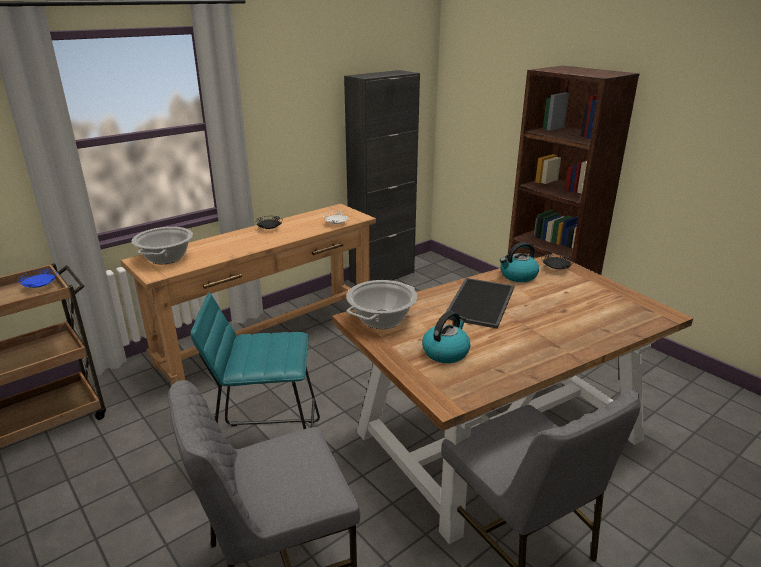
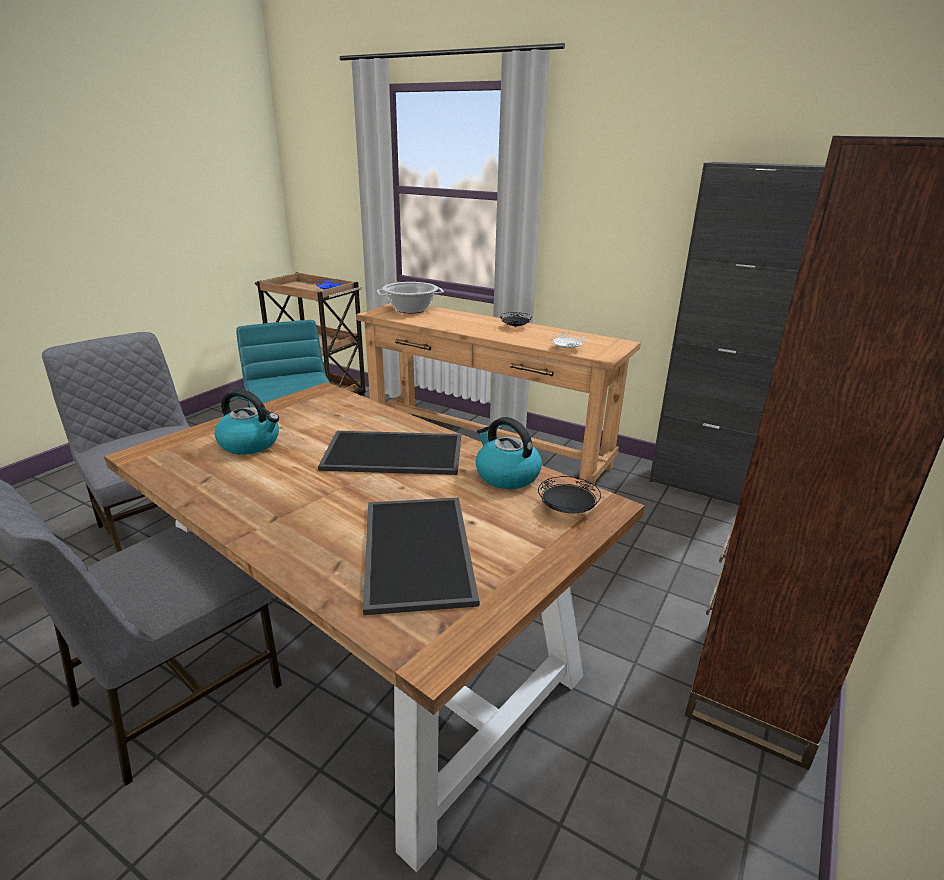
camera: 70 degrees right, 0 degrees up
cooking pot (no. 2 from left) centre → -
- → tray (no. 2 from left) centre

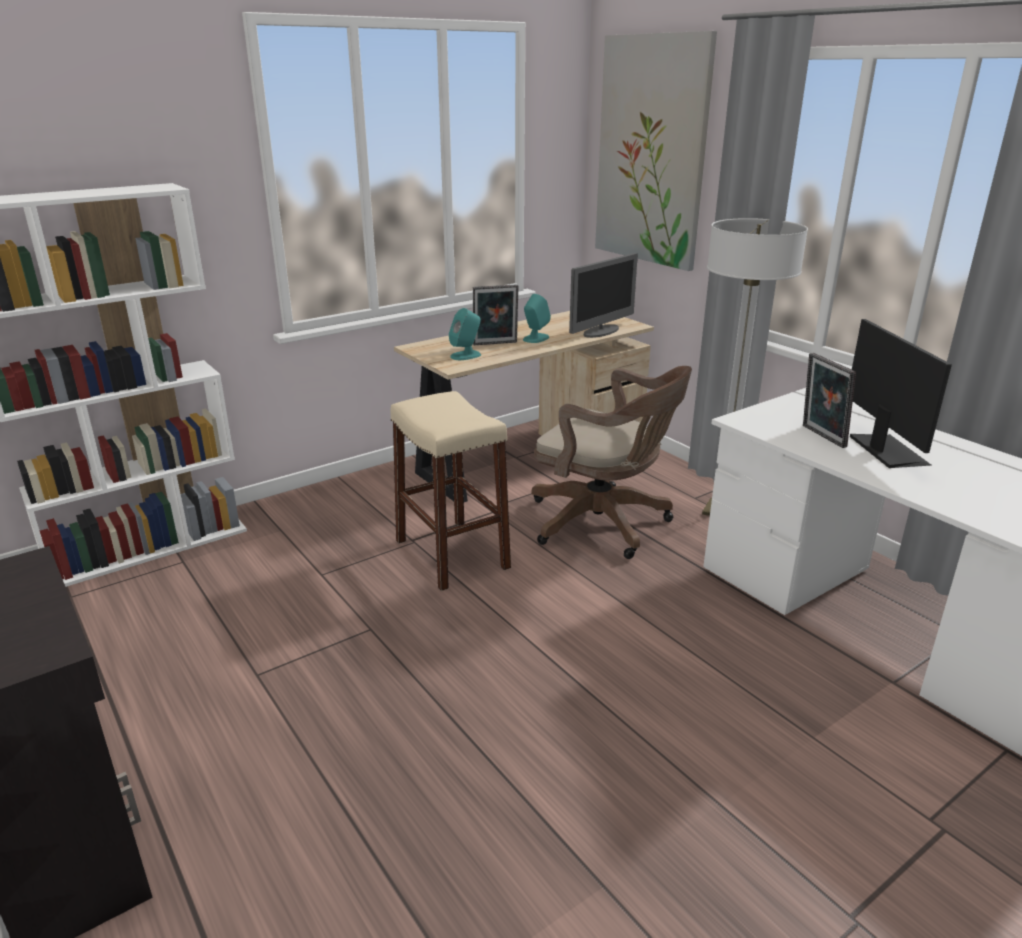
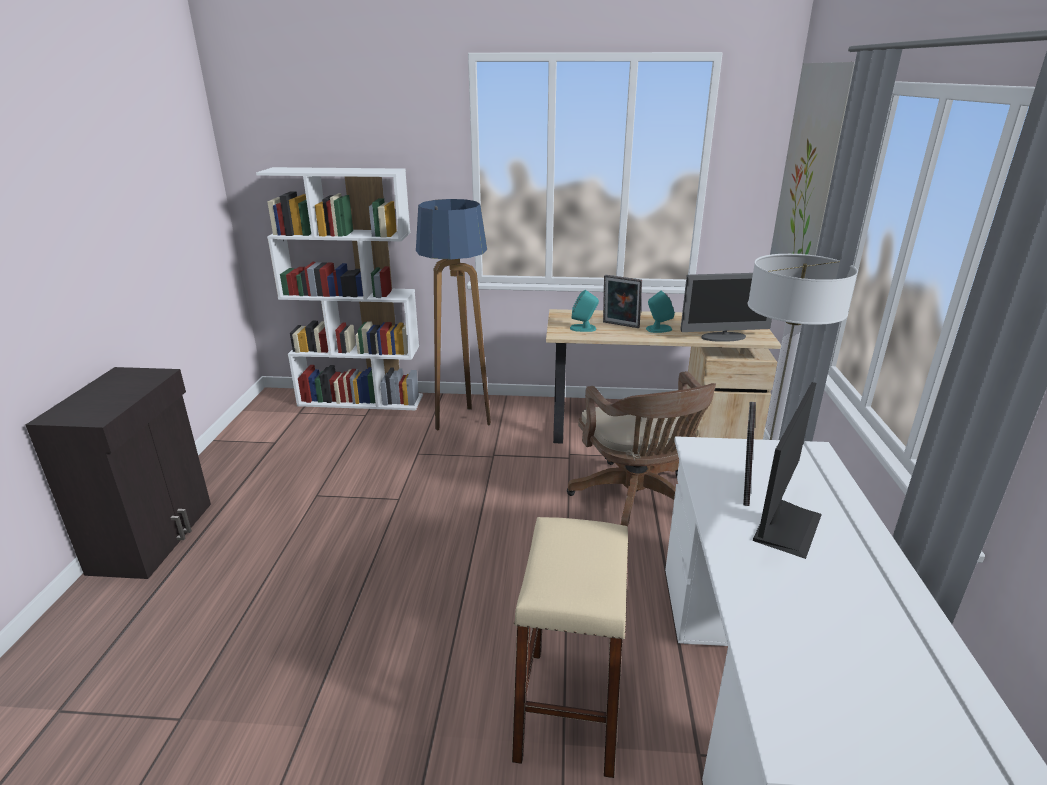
camera: 40 degrees right, 0 degrees up
beige stool centre → beige stool bottom centre, shifted
- → floor lamp (no. 1 from left) centre

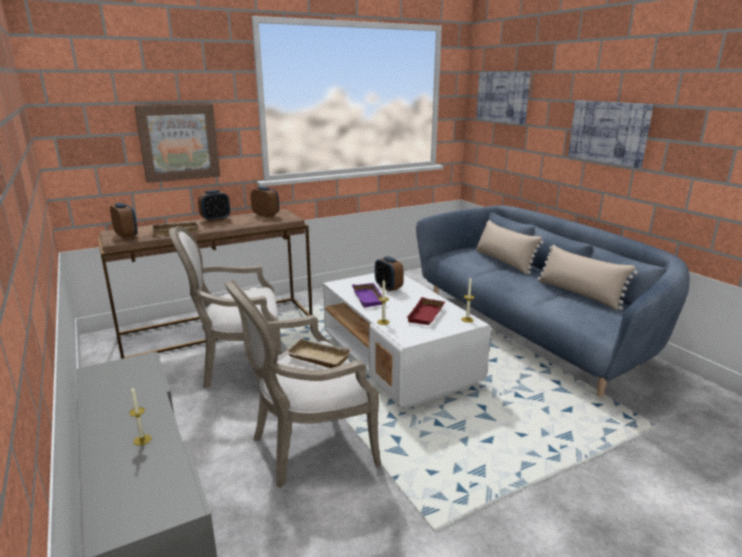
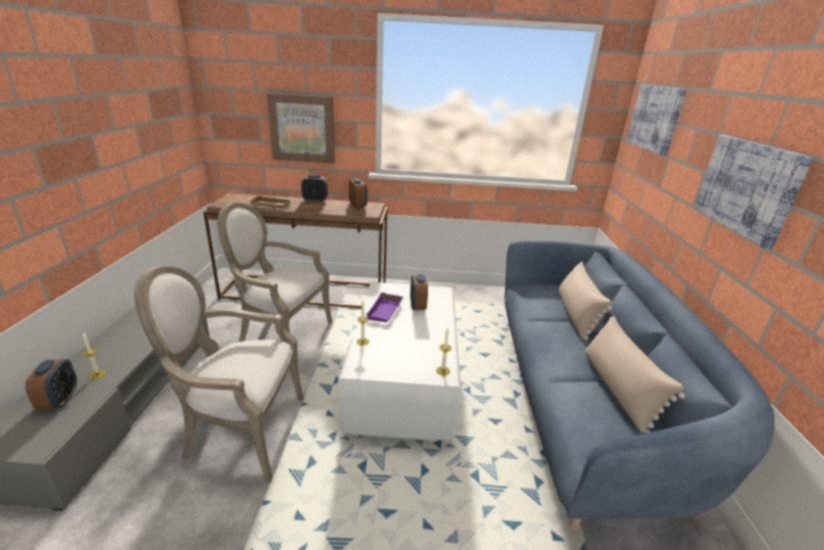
camera: 30 degrees right, 5 degrees up
alarm clock (no. 1 from left) middle left → alarm clock (no. 1 from left) bottom left, shifted
red tray centre → -
beige tray (no. 2 from left) centre → -

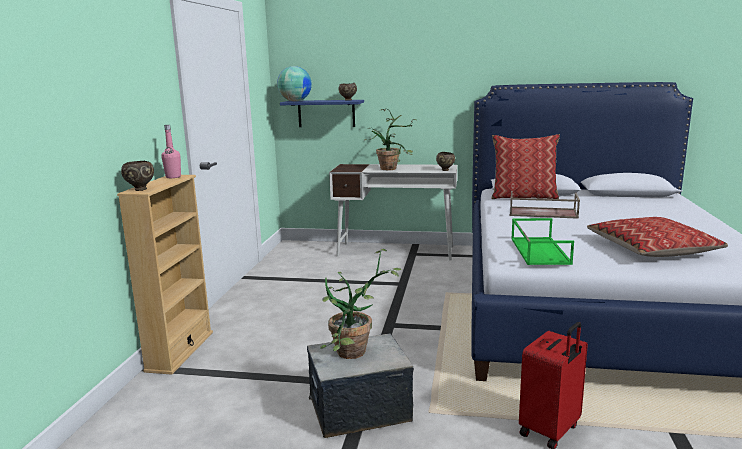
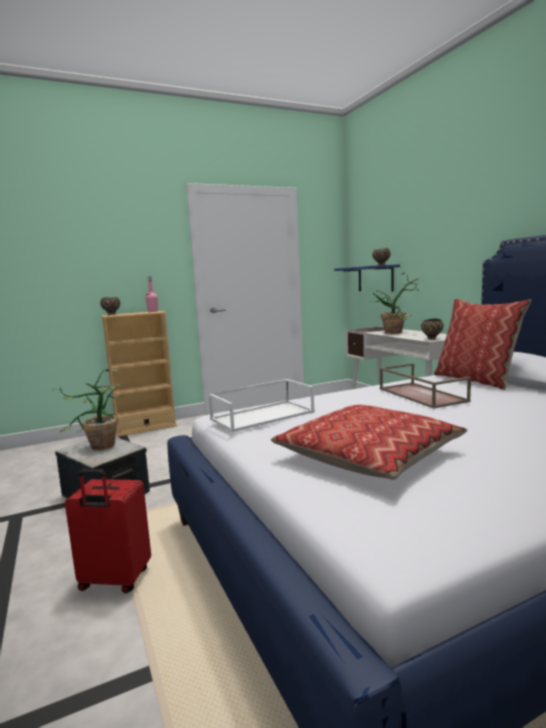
camera: 55 degrees right, 5 degrees down
globe top centre → -
green tray middle right → white tray centre

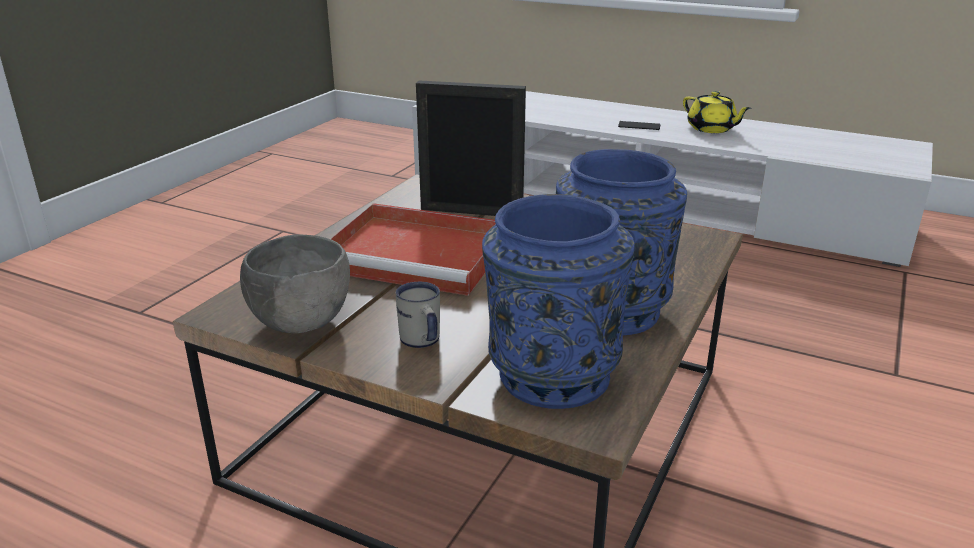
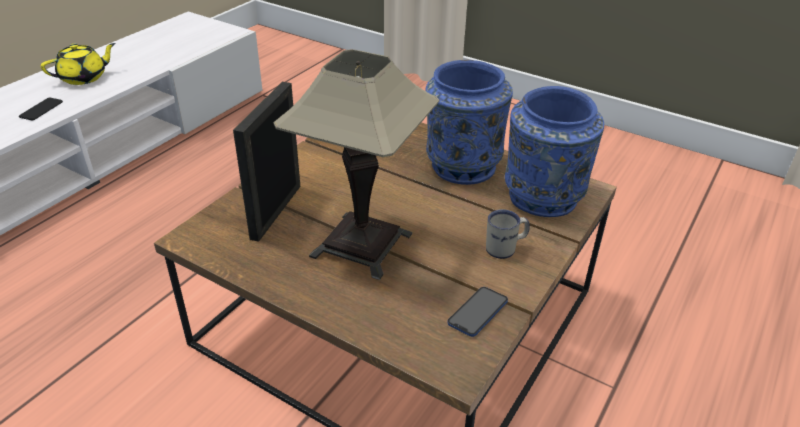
camera: 85 degrees left, 10 degrees up
red tray centre → table lamp centre
grey bowl middle left → phone (no. 2 from left) bottom centre

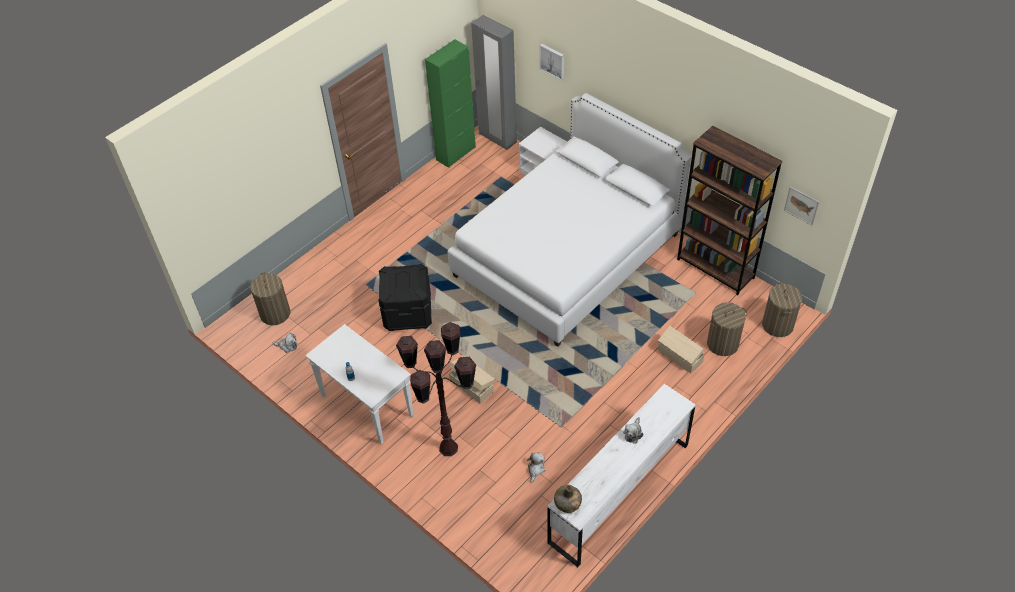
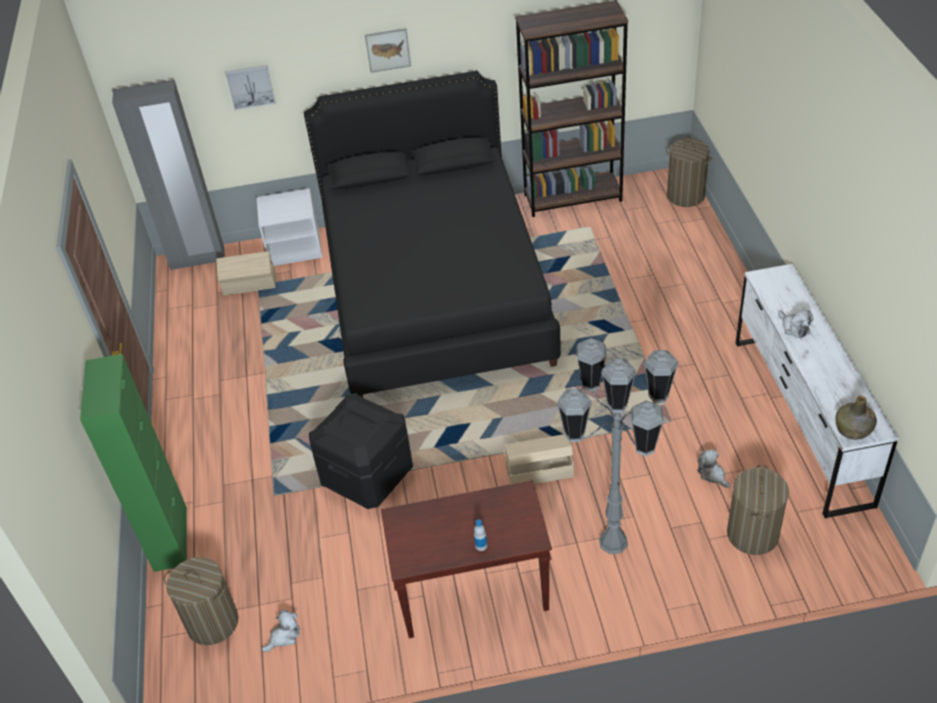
camera: 50 degrees left, 5 degrees down
green cabinet top centre → green cabinet middle left, shifted
white bed centre → black bed top centre
picture (no. 2 from left) middle right → picture (no. 2 from left) top centre, shifted
laundry basket (no. 2 from left in the first image) middle right → laundry basket (no. 3 from left) bottom right, shifted
brown floor lamp centre → grey floor lamp centre
white console table centre → brown console table bottom centre
beige storage box (no. 2 from left in the first image) middle right → beige storage box (no. 1 from left) middle left, shifted

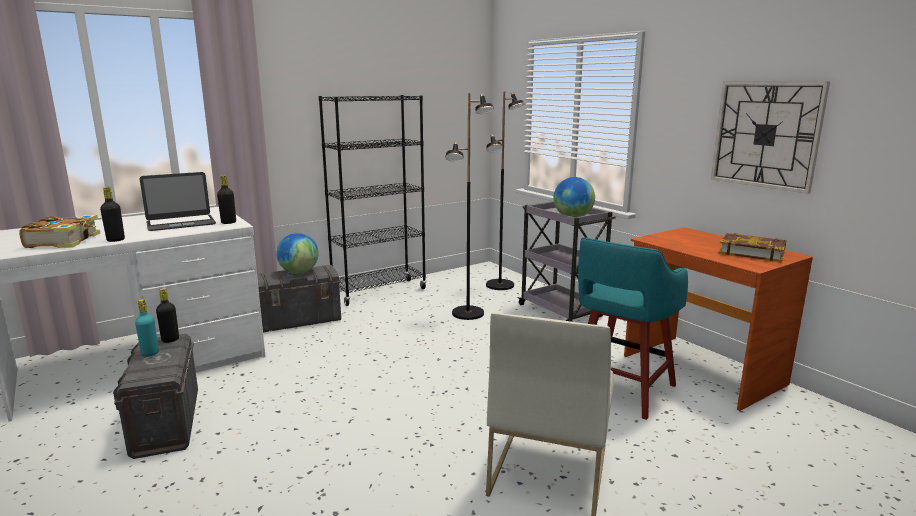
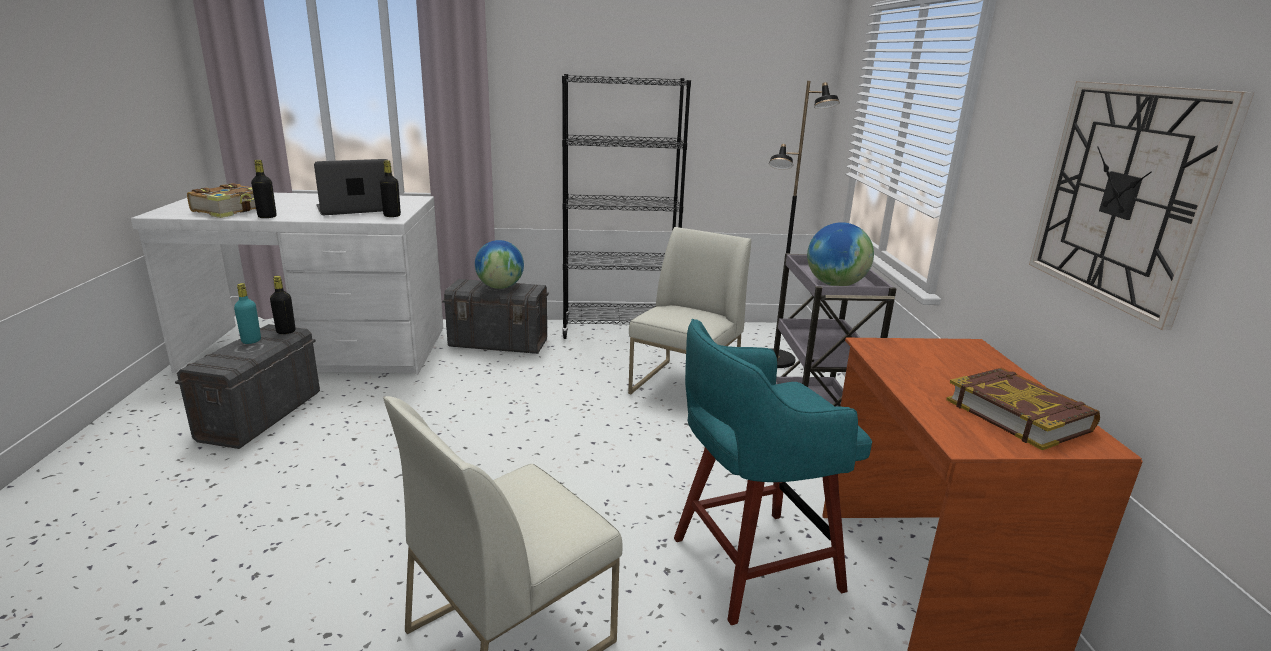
camera: 30 degrees right, 5 degrees up
black floor lamp (no. 1 from left) centre → white chair (no. 2 from left) centre
laptop middle left → laptop top left, 150 degrees clockwise

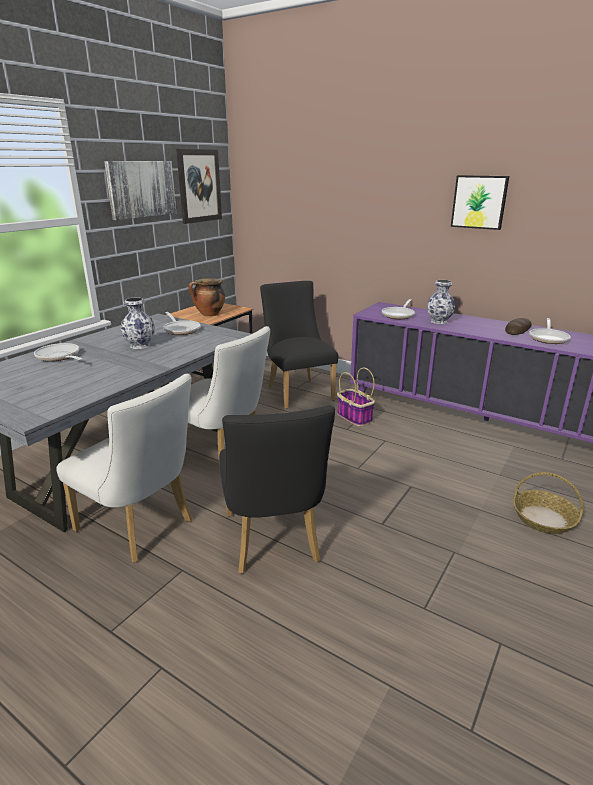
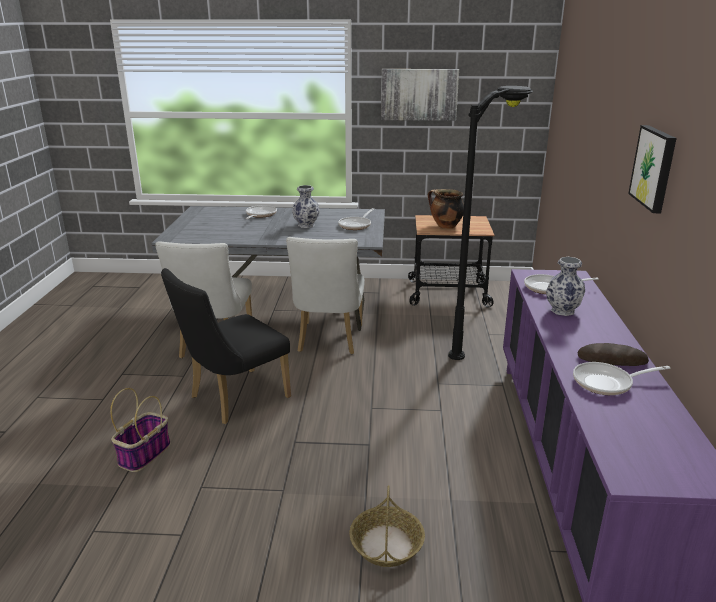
camera: 60 degrees right, 0 degrees up
picture (no. 2 from left) top centre → -
black chair (no. 2 from left) centre → black floor lamp middle right
basket (no. 1 from left) centre → basket (no. 1 from left) bottom left, shifted

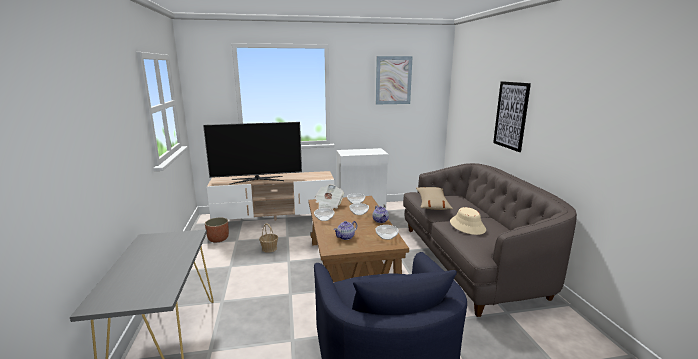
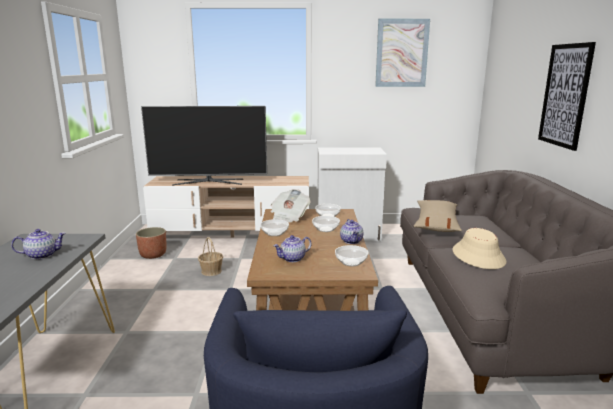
camera: 10 degrees right, 0 degrees up
- → teapot (no. 1 from left) middle left

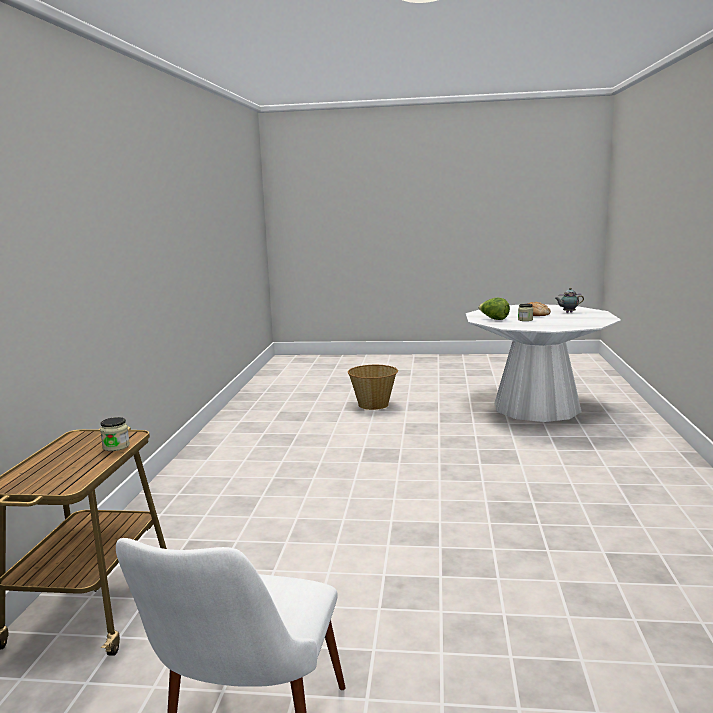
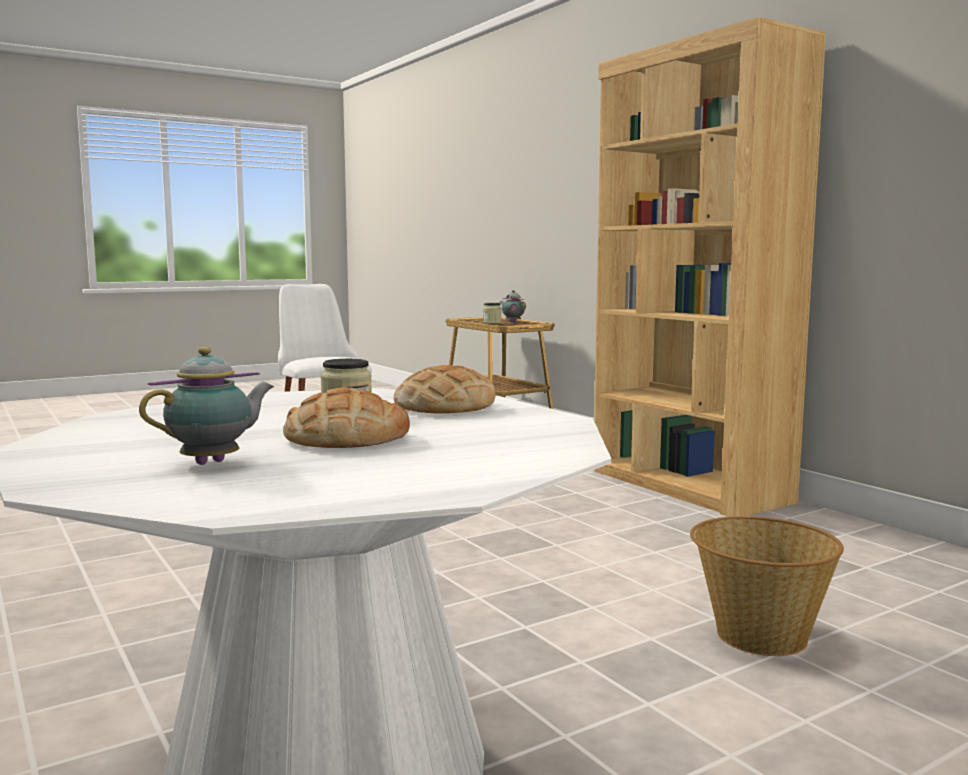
camera: 140 degrees right, 5 degrees down
lettuce middle right → bread (no. 2 from left) centre
- → brown bookcase middle right
- → teapot (no. 2 from left) centre

